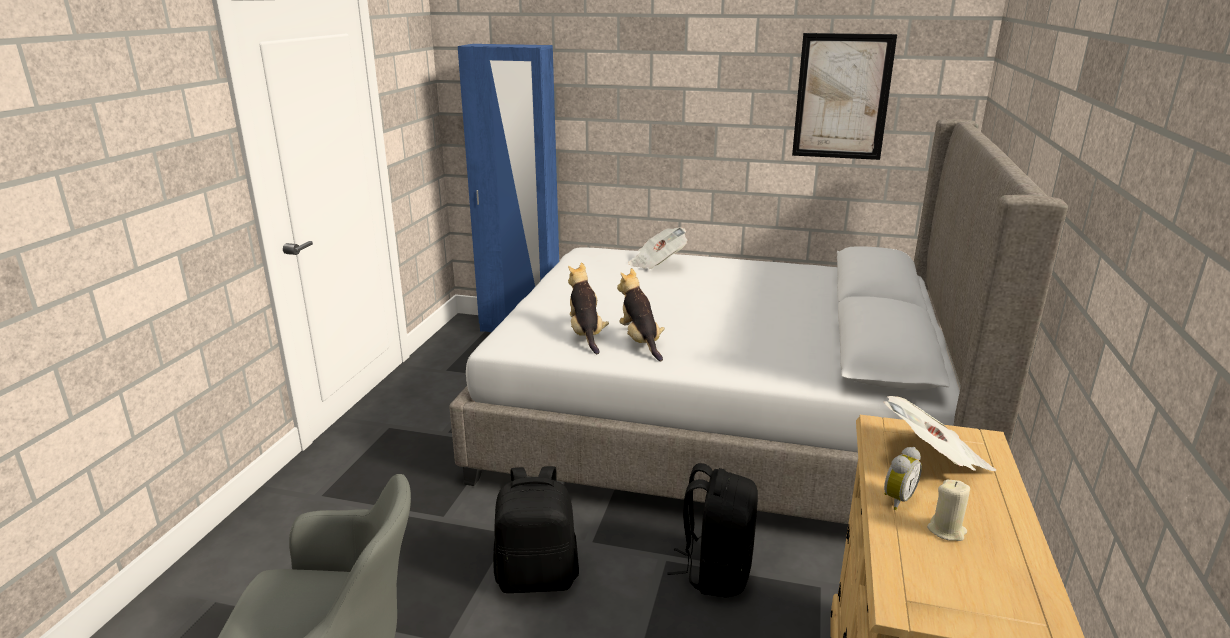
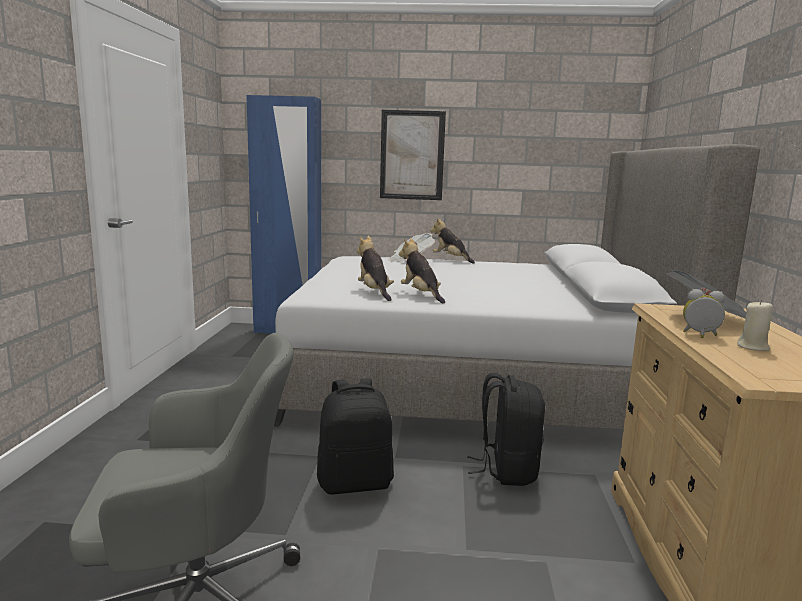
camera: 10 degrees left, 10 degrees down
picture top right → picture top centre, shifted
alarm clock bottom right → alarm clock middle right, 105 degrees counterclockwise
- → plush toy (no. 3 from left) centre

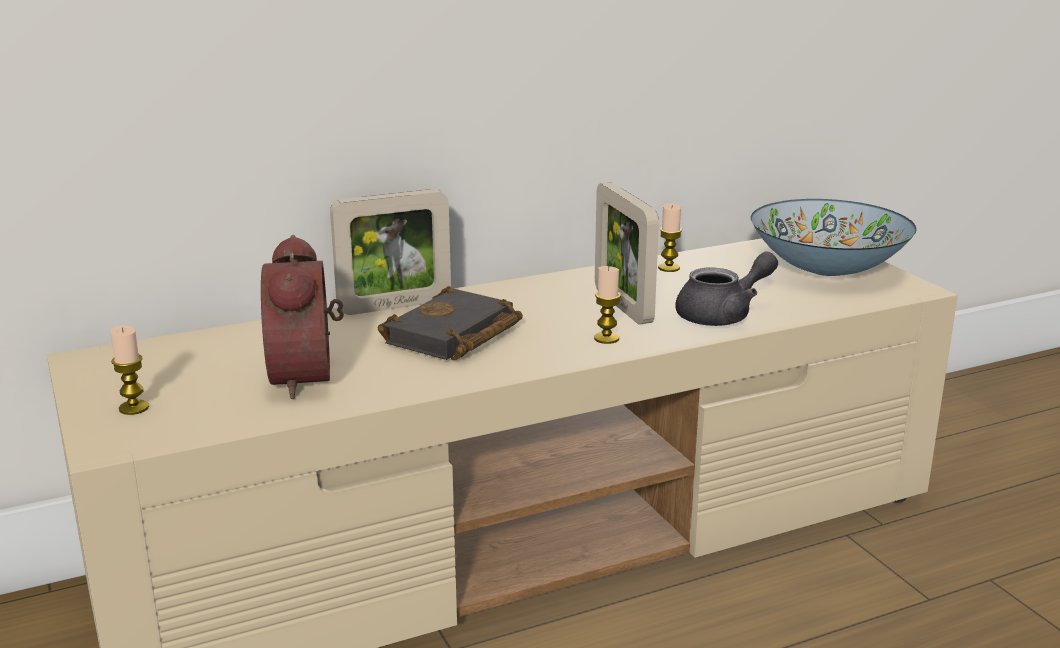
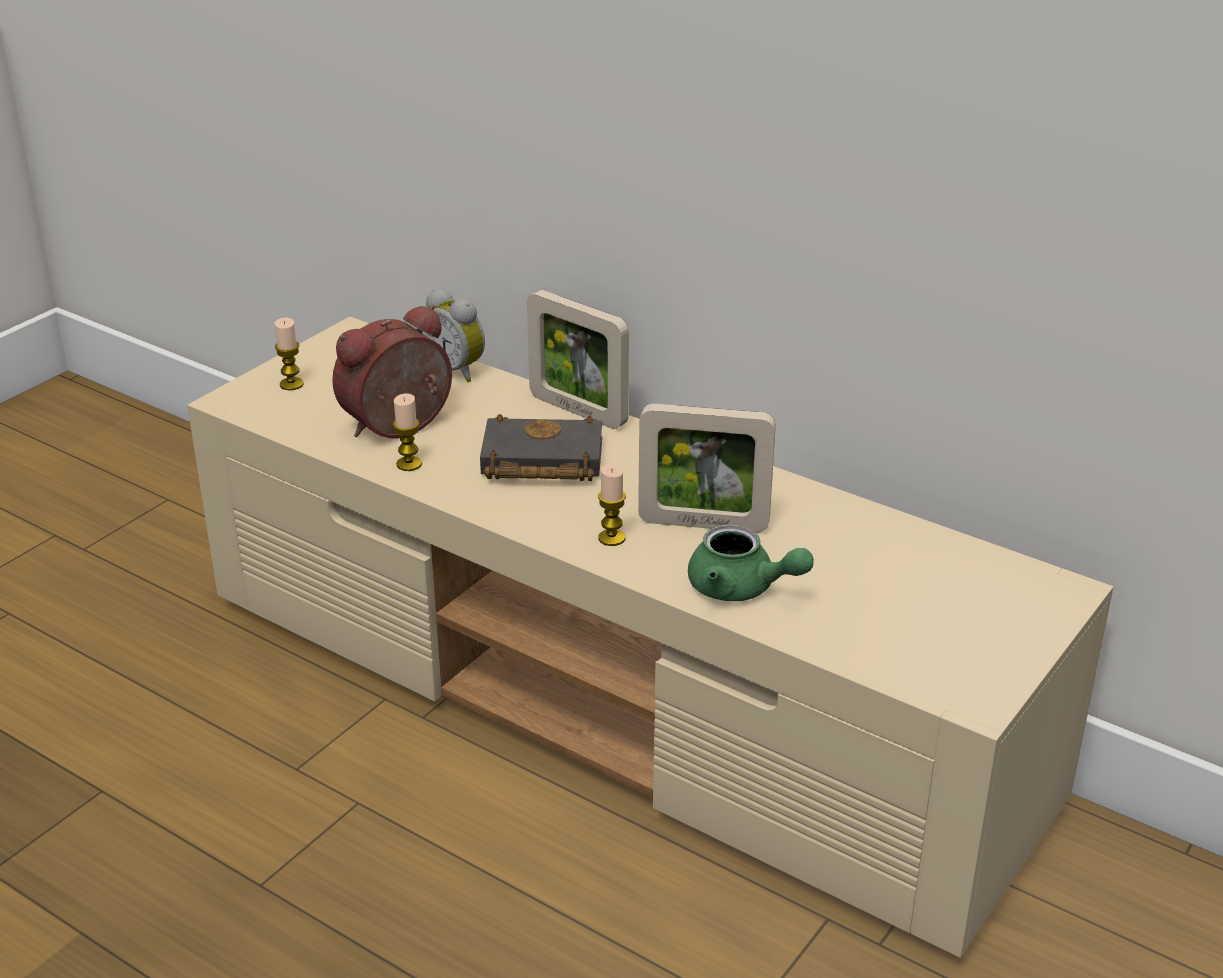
camera: 60 degrees right, 10 degrees up
picture frame (no. 2 from left) centre, 120 degrees counterclockwise
bowl middle right → -
candle (no. 3 from left in the first image) centre → candle (no. 2 from left) middle left, shifted
grey teapot middle right → green teapot centre
- → alarm clock (no. 2 from left) centre

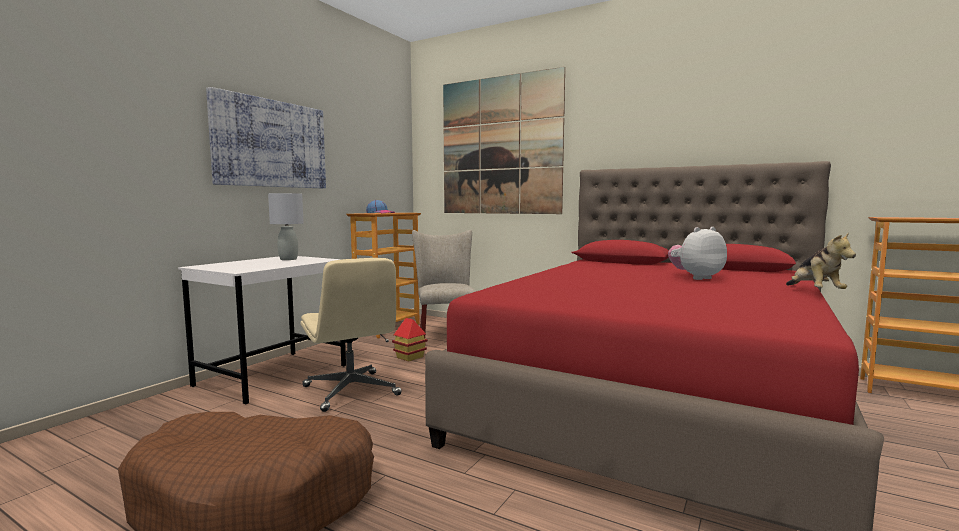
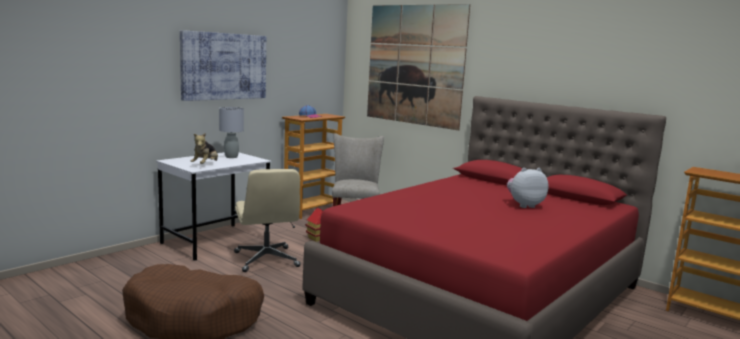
camera: 10 degrees right, 5 degrees up
plush toy (no. 2 from left in the first image) middle right → plush toy (no. 1 from left) middle left, shifted

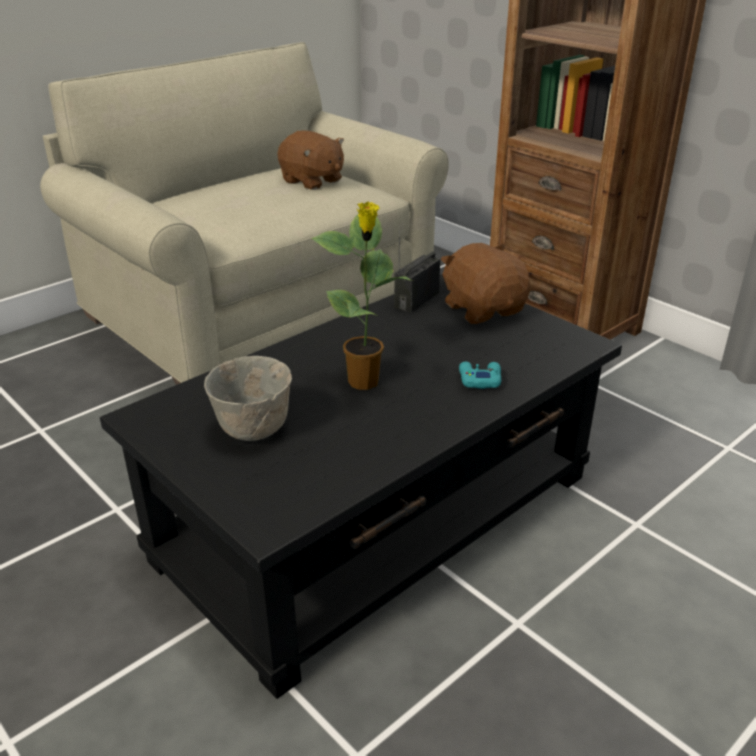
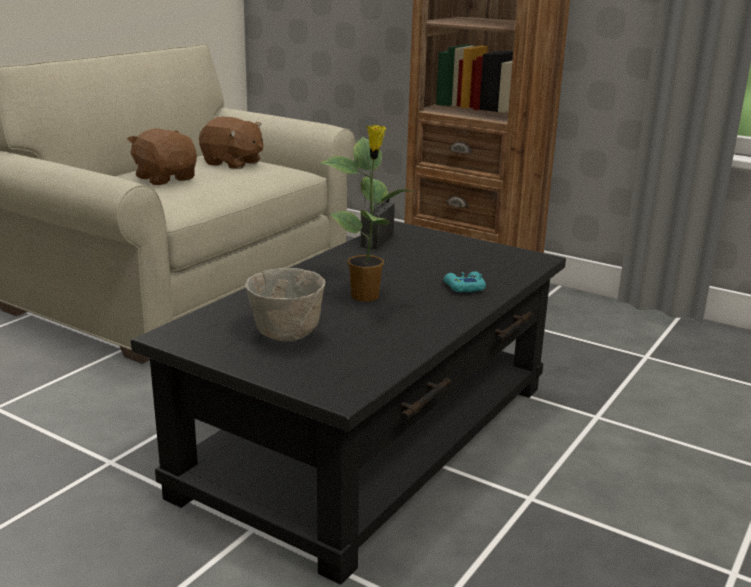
camera: 15 degrees left, 10 degrees down
brown plush toy (no. 2 from left in the first image) centre → brown plush toy (no. 1 from left) top left, shifted

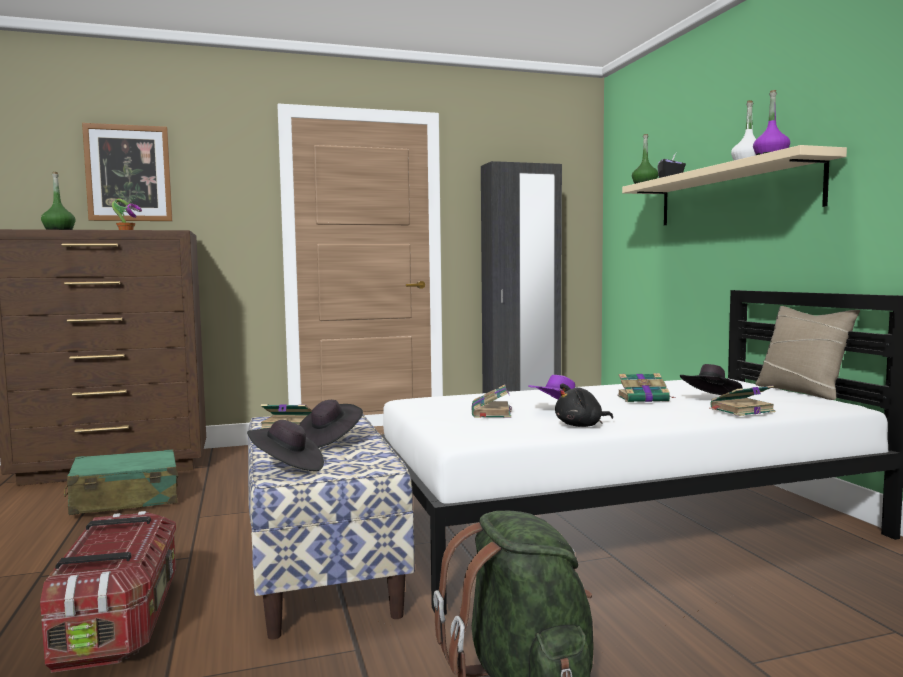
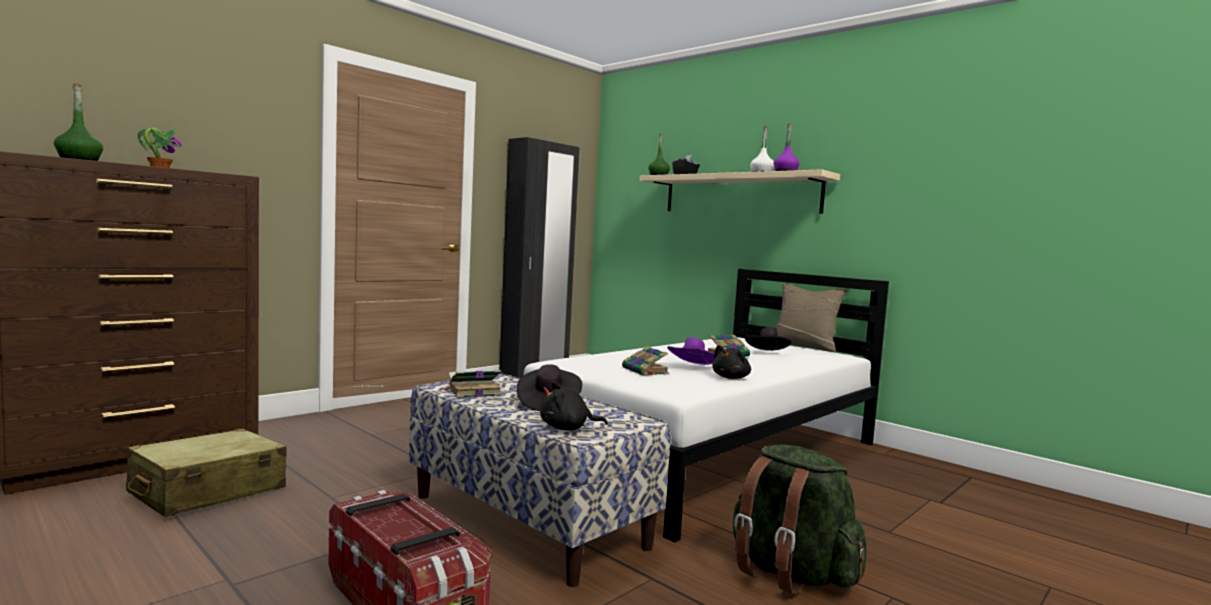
camera: 30 degrees left, 0 degrees up
picture top left → -
book (no. 4 from left) middle right → -
black hat (no. 1 from left) middle left → black plush toy (no. 1 from left) bottom centre
green suitcase bottom left → beige suitcase bottom left

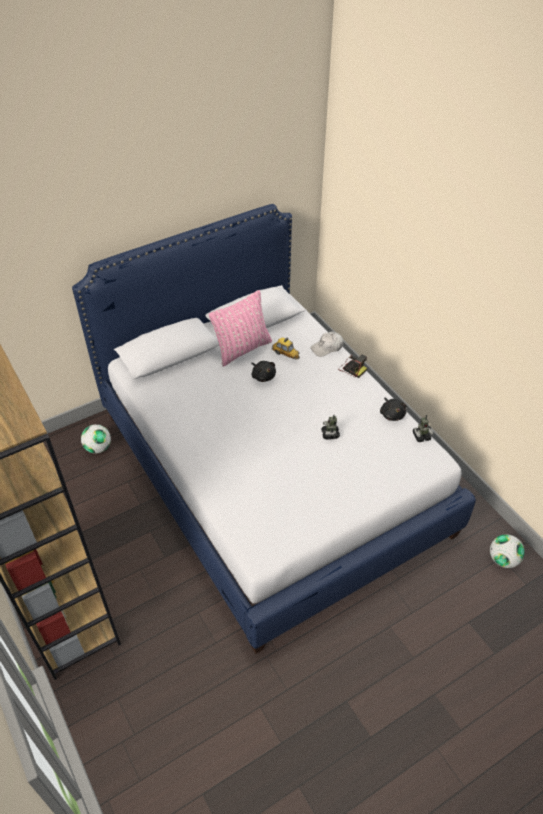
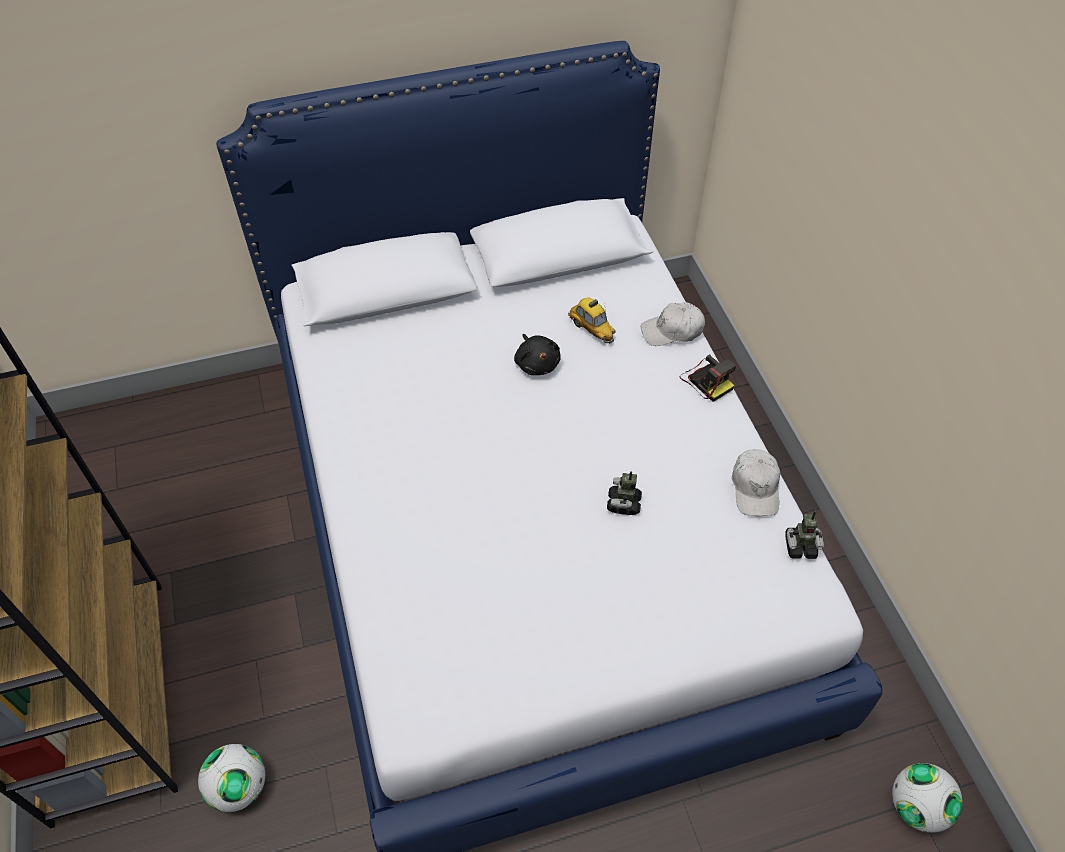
camera: 15 degrees right, 5 degrees up
pink pillow centre → -
black plush toy (no. 2 from left) middle right → white cap (no. 2 from left) middle right
football (no. 1 from left) middle left → football (no. 1 from left) bottom left, shifted

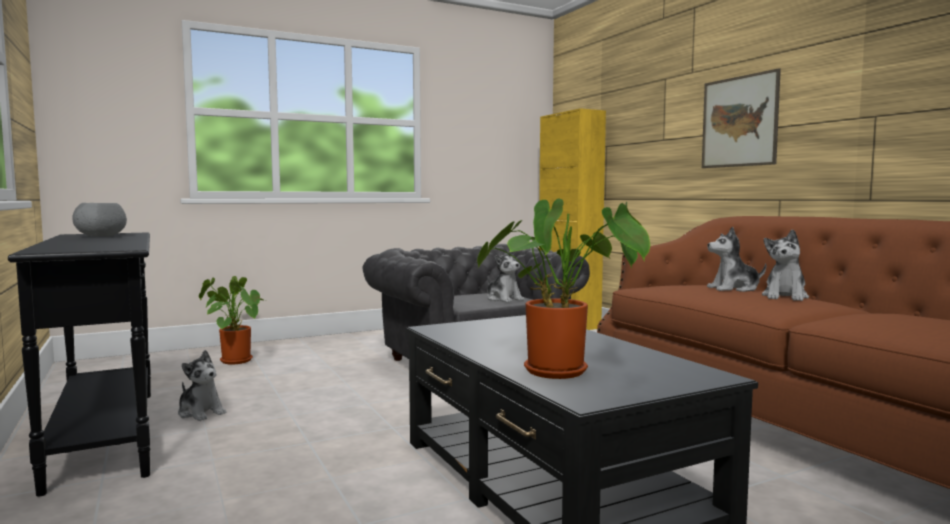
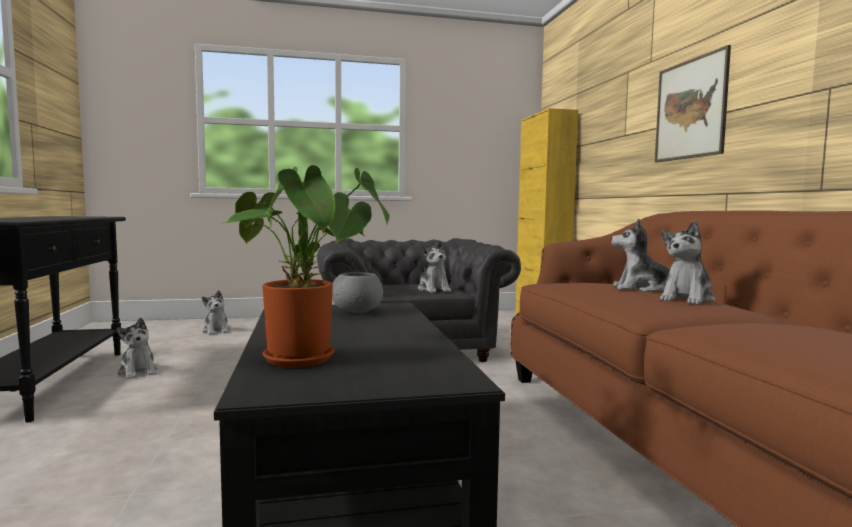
camera: 15 degrees right, 0 degrees up
grey bowl middle left → grey bowl centre, shifted
potted plant (no. 1 from left) middle left → plush toy (no. 2 from left) middle left

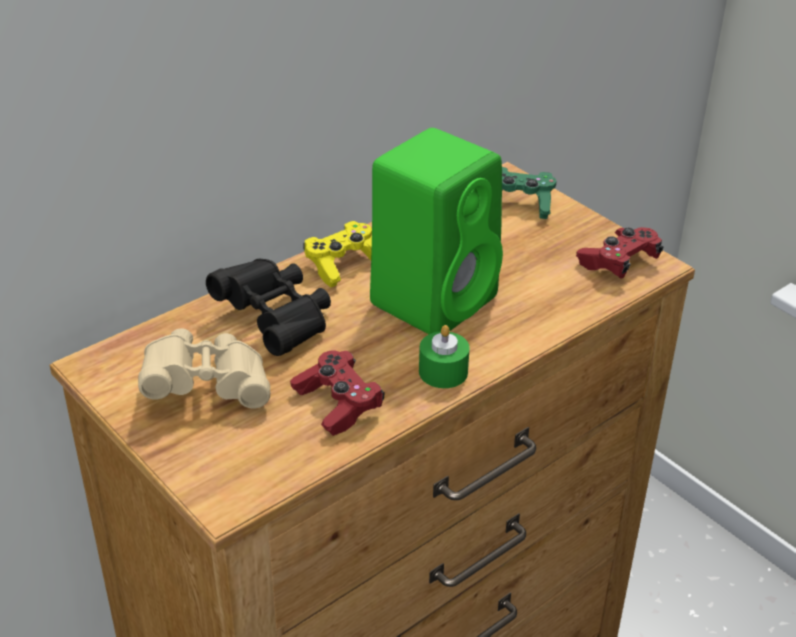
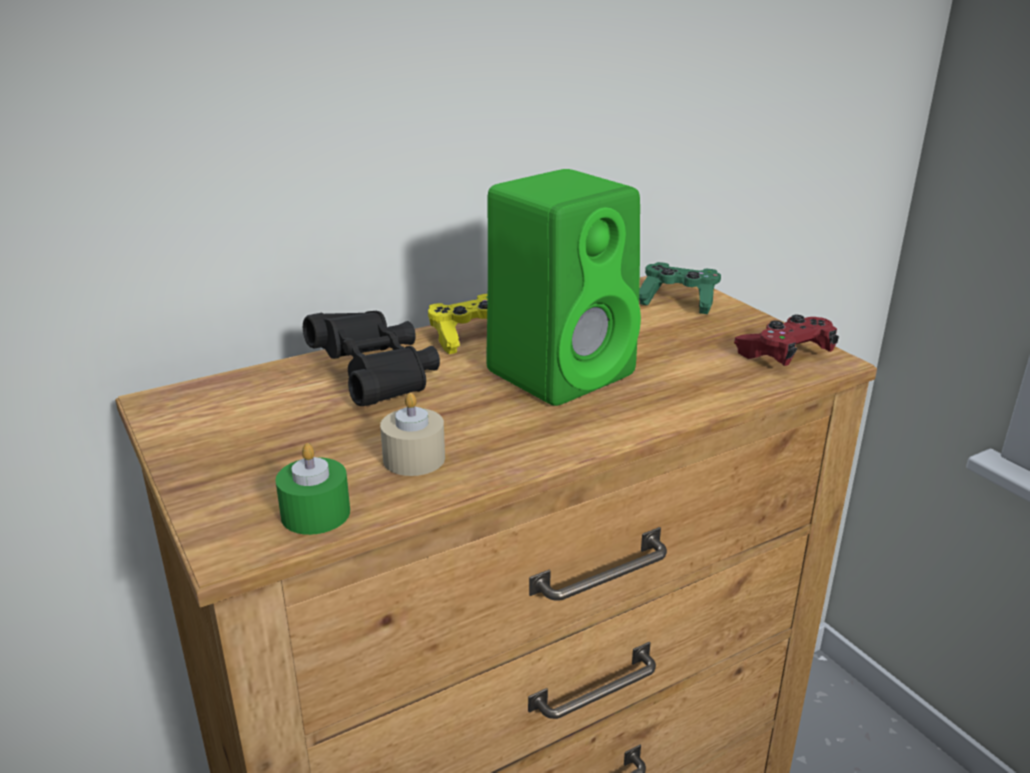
camera: 10 degrees right, 10 degrees down
green candle centre → green candle middle left, shifted
beige binoculars middle left → -
red game controller (no. 1 from left) centre → beige candle centre

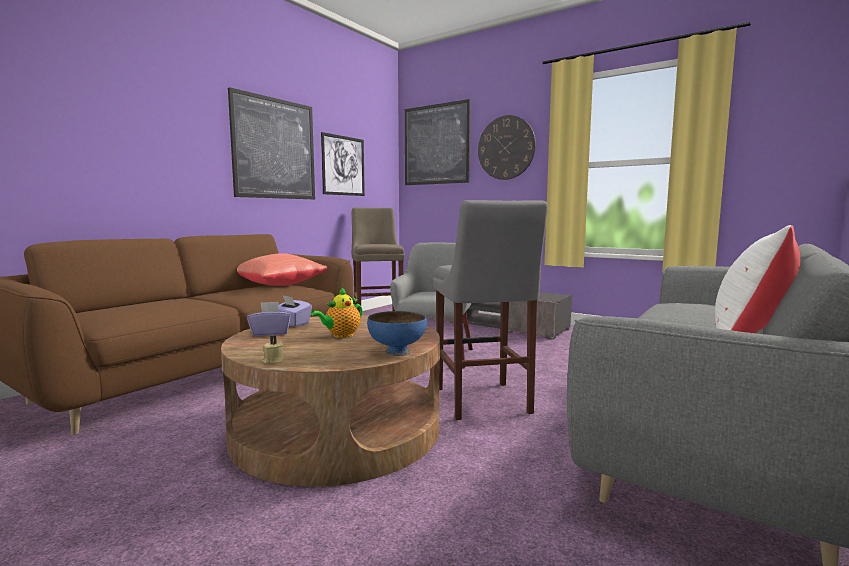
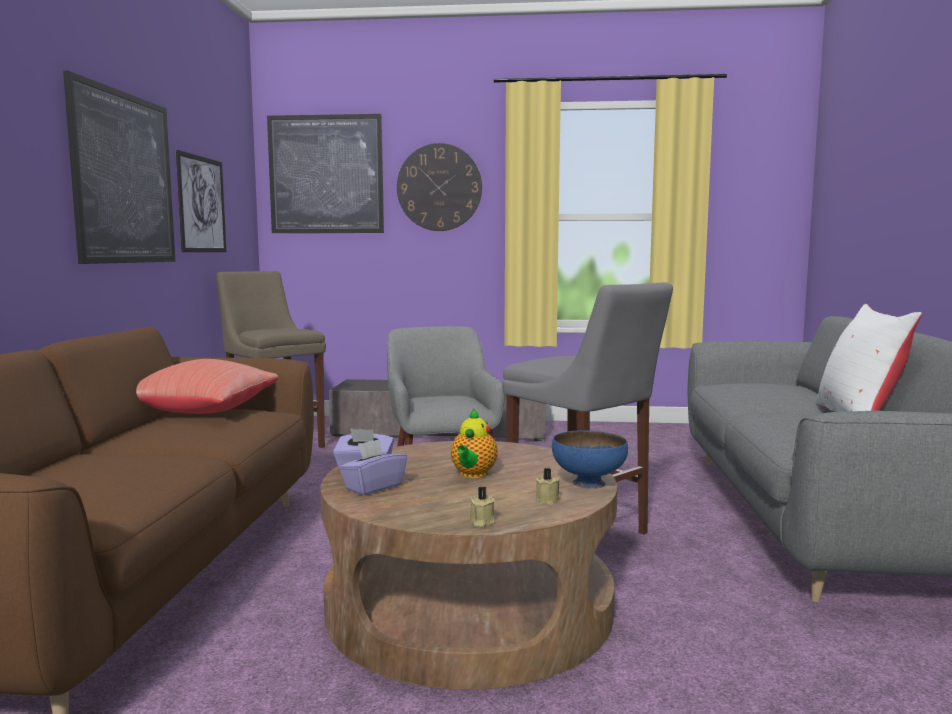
camera: 30 degrees left, 0 degrees up
- → beige candle (no. 2 from left) bottom centre

